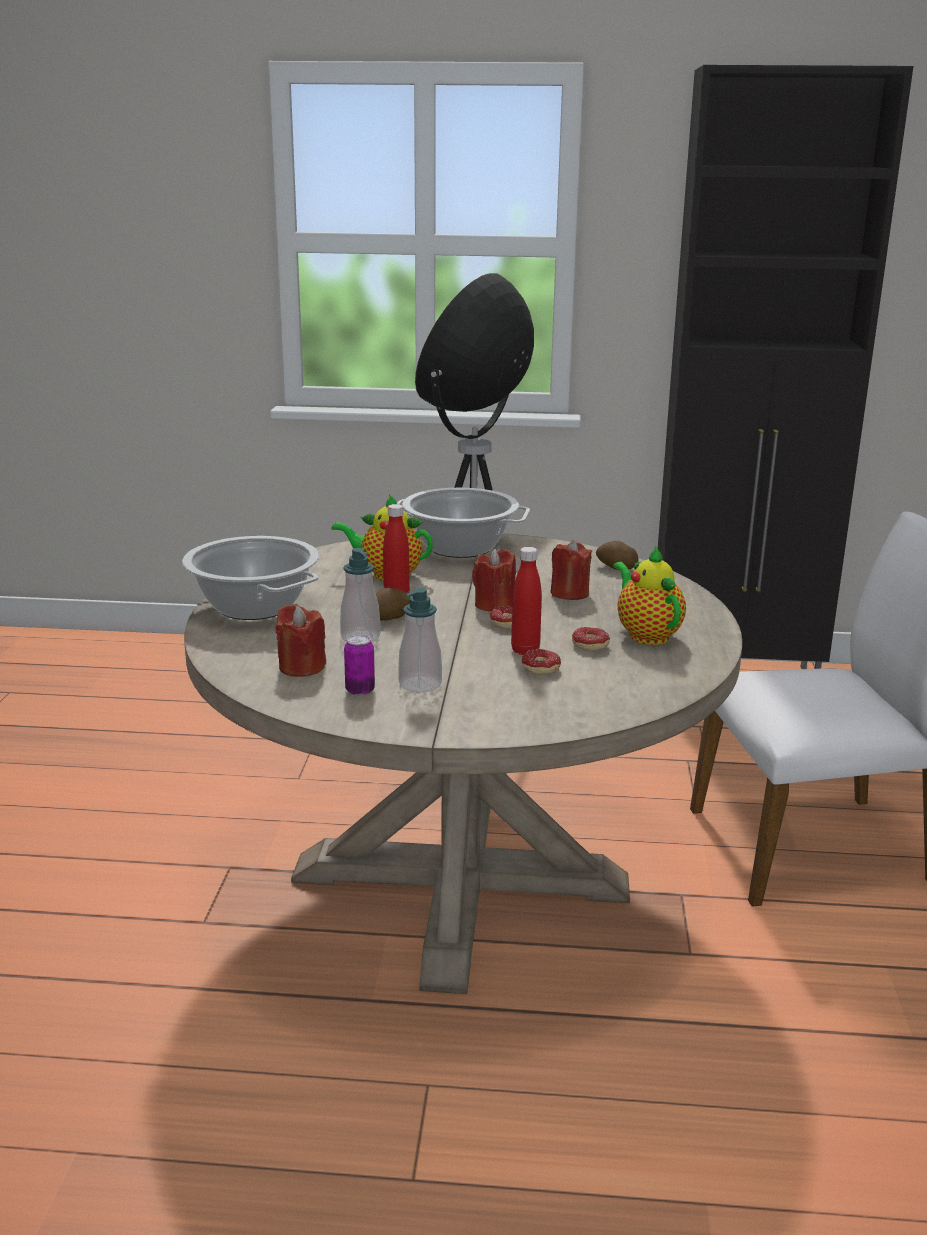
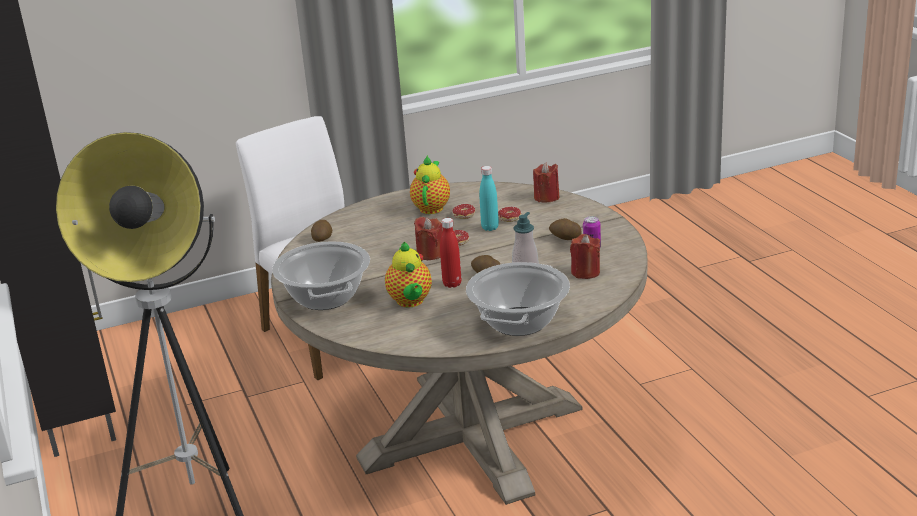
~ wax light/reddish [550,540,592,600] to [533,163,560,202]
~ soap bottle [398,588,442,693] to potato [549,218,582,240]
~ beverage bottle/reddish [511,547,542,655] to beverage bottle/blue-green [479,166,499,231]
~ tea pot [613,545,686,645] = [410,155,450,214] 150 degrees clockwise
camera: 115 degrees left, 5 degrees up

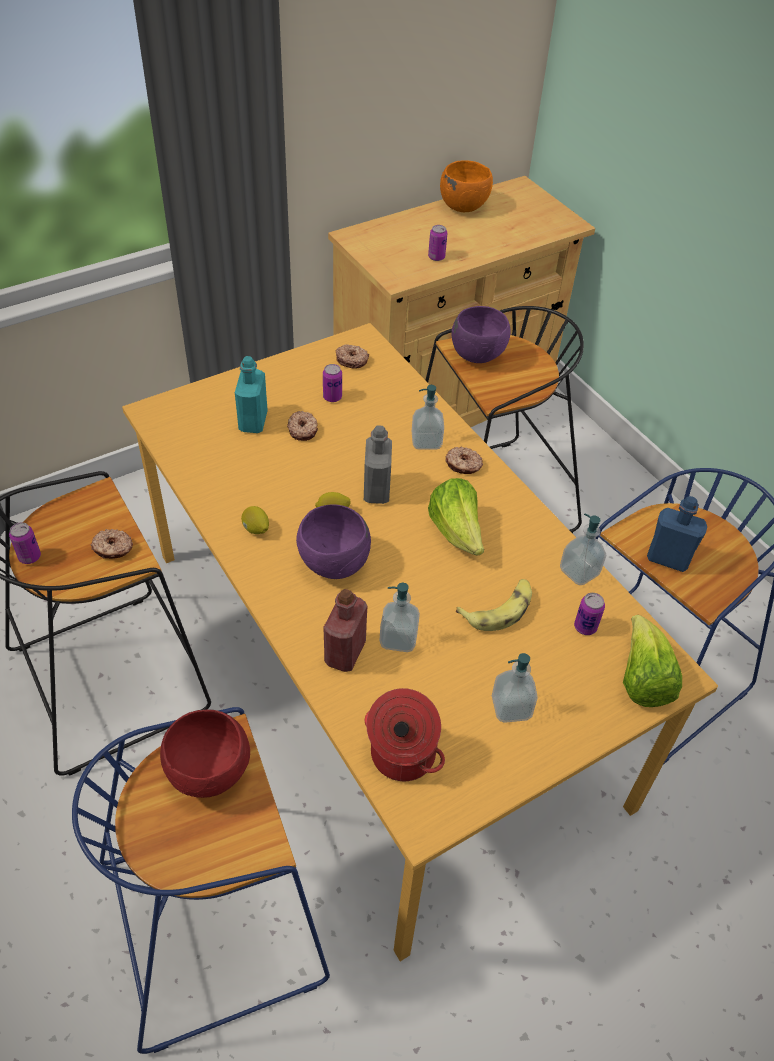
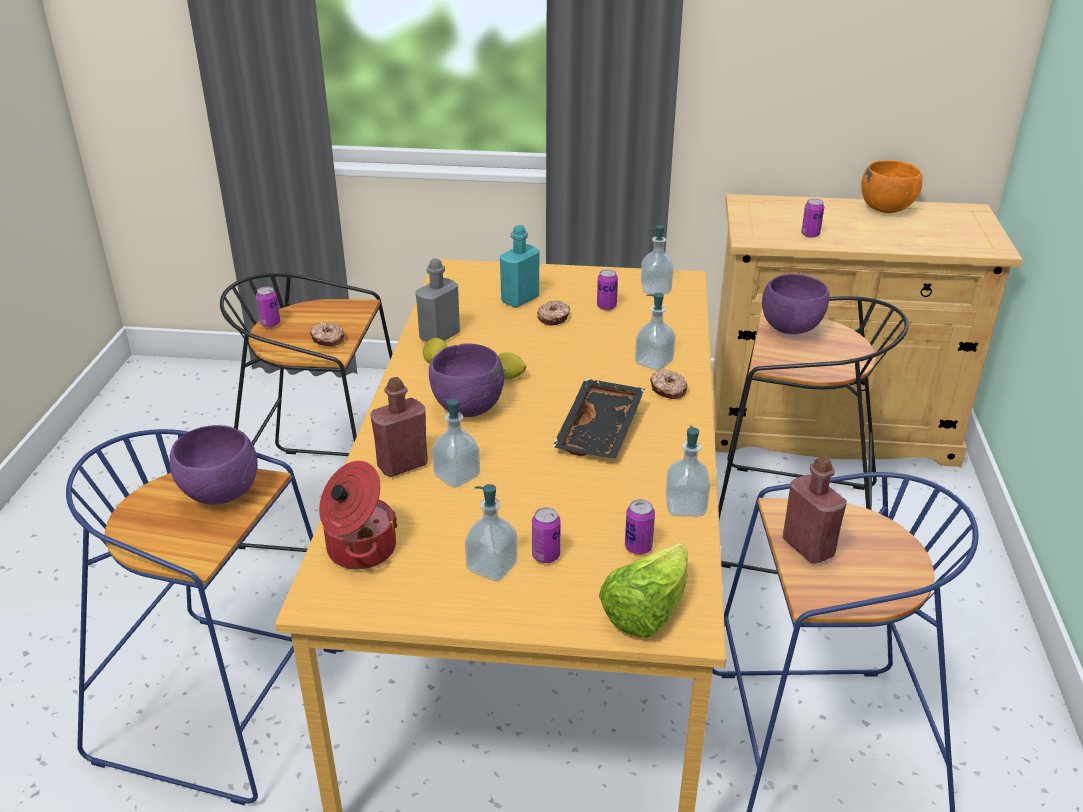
- whole banana [456,579,532,631]
+ can [532,507,561,563]
~ beverage bottle/gray [364,425,392,504] to [416,258,460,342]
~ doughnut [336,344,369,369] to soap bottle [641,225,673,294]
~ head of lettuce [428,478,484,556] to tray/blackish [552,379,645,458]
~ serving bowl/reddish [160,709,250,798] to serving bowl/purple [170,425,258,505]
~ beverage bottle/bluish [647,496,707,572] to beverage bottle/reddish [782,456,847,564]
camera: 40 degrees right, 15 degrees down

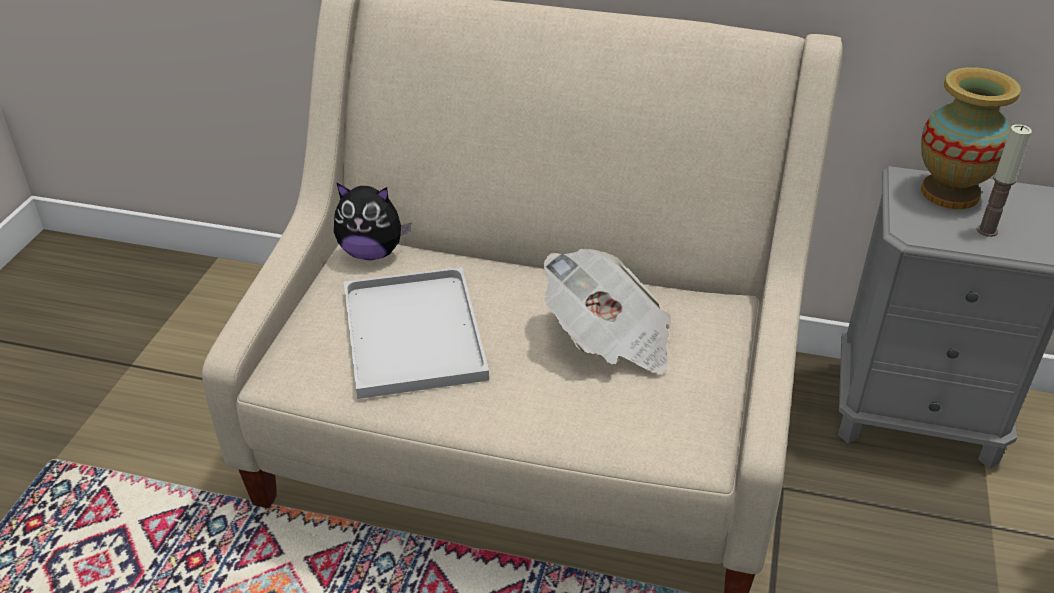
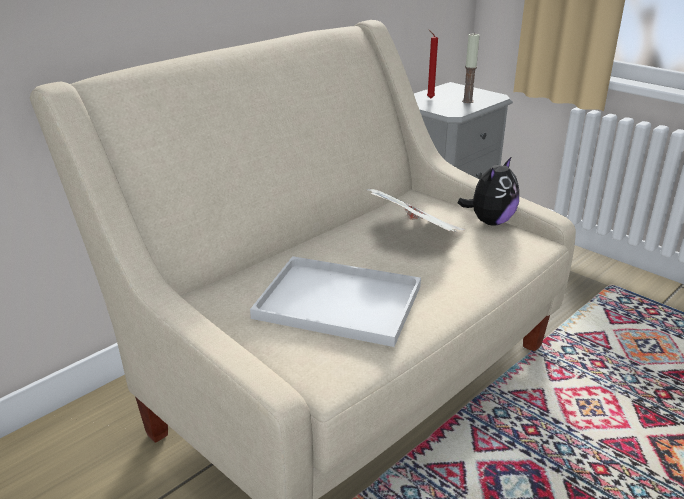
~ cuddly toy [334,183,412,260] to [458,156,519,226]
~ decorative vase [921,67,1021,209] to wax light/reddish [427,30,438,99]
camera: 60 degrees left, 10 degrees down

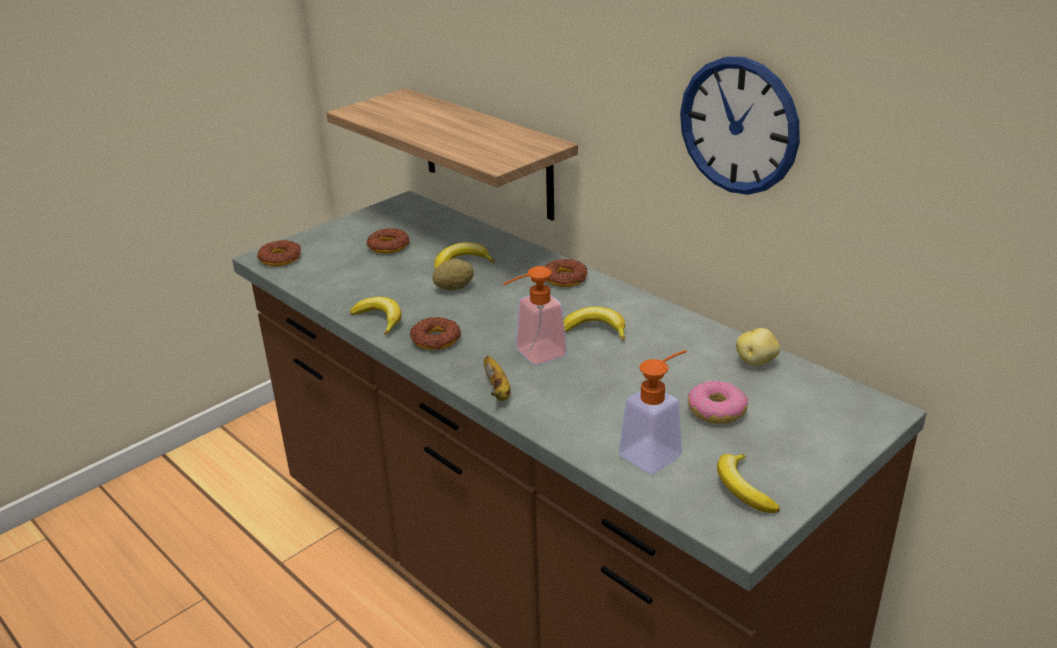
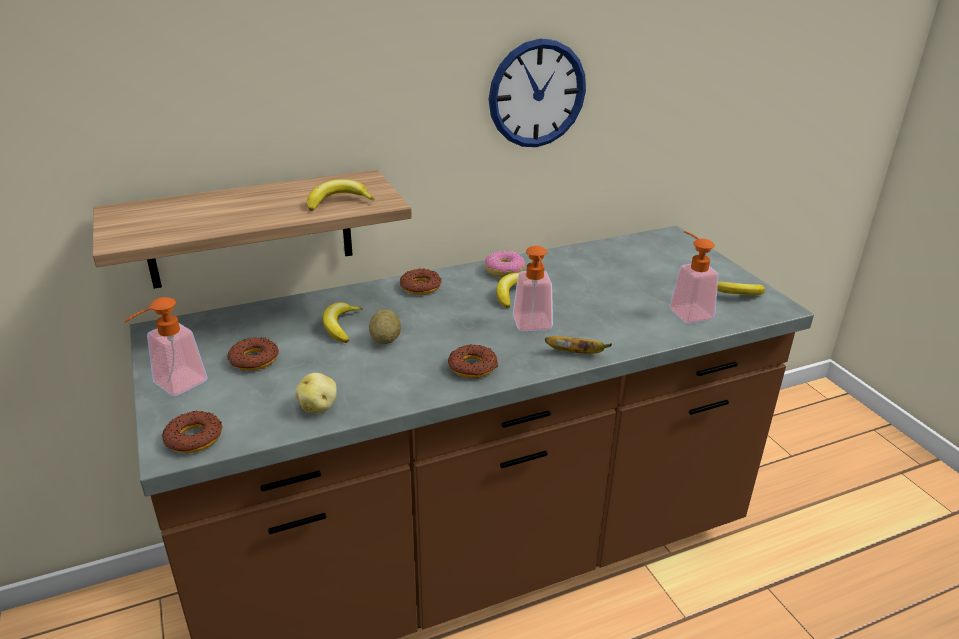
+ soap bottle [124,297,208,396]
~ whole banana [350,297,402,335] to [307,179,375,211]
~ doughnut [688,380,748,424] to [485,251,525,278]
~ potato [736,328,780,366] to [295,373,337,413]
camera: 70 degrees left, 0 degrees up

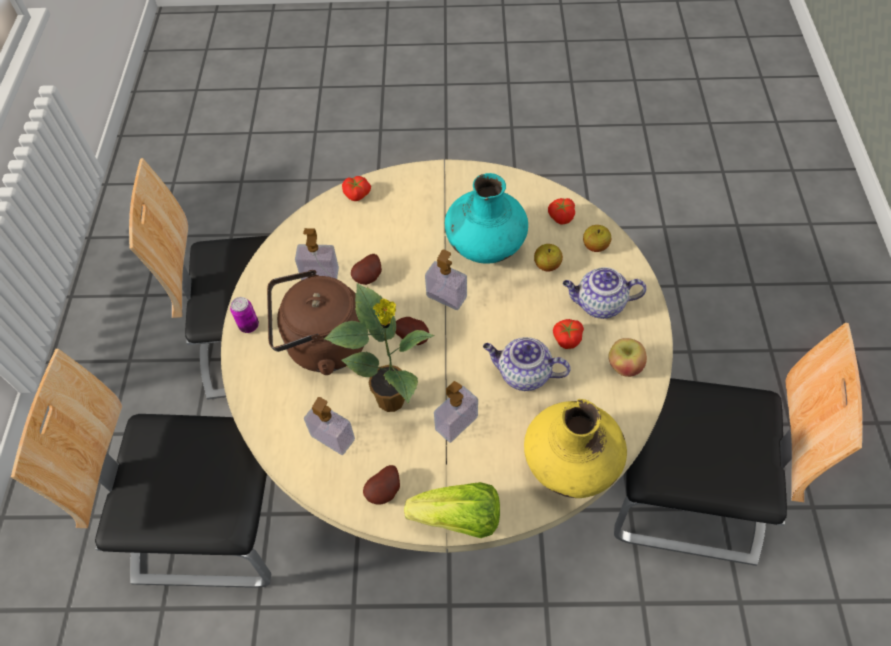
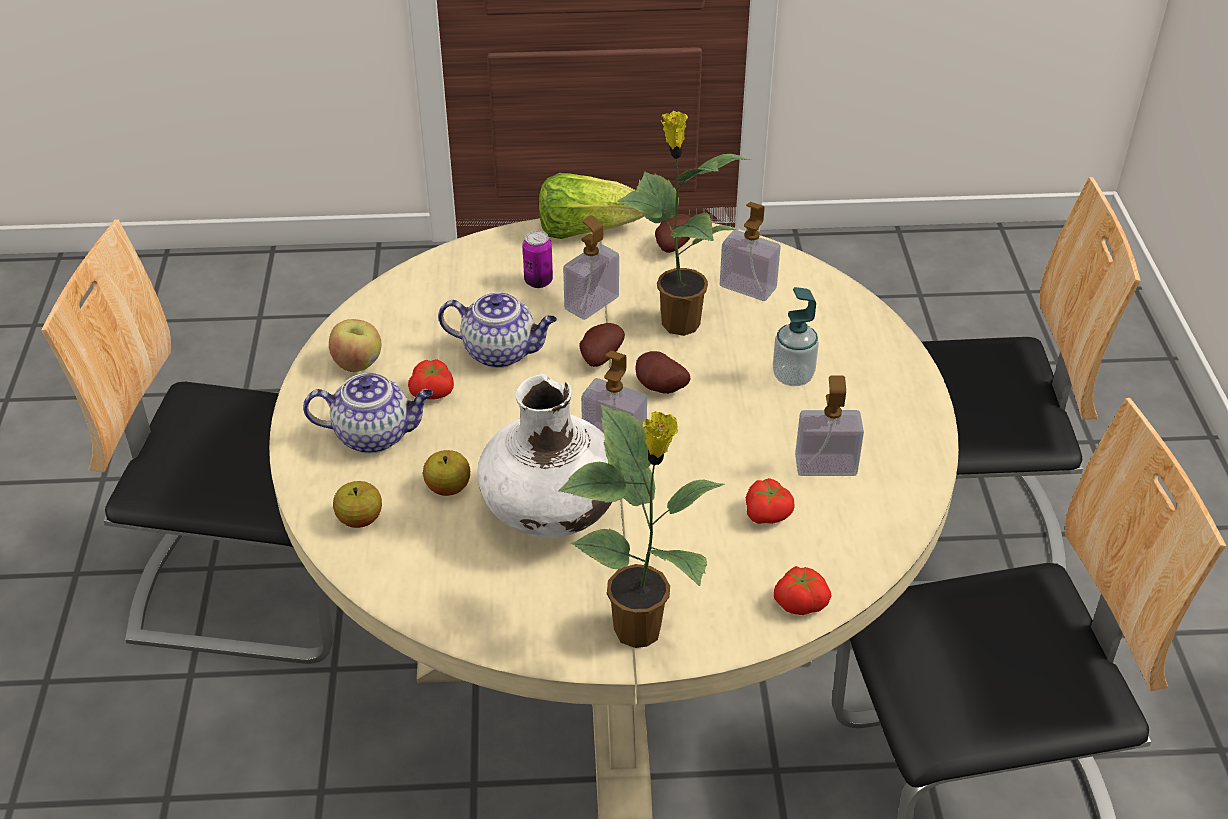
- decorative vase/yellowish [524,399,627,498]
+ plant in a pot [558,405,724,648]
~ can [230,297,259,333] to [522,230,553,288]
~ potato [351,254,382,285] to [579,323,625,367]
~ tomato [548,198,575,225] to [746,478,795,524]
~ tea kettle/brown-coloured [267,270,364,375] to soap bottle [773,287,819,386]
~ decorative vase/blue-green [445,173,528,264] to decorative vase/white [478,374,612,539]
camera: 175 degrees right, 15 degrees down

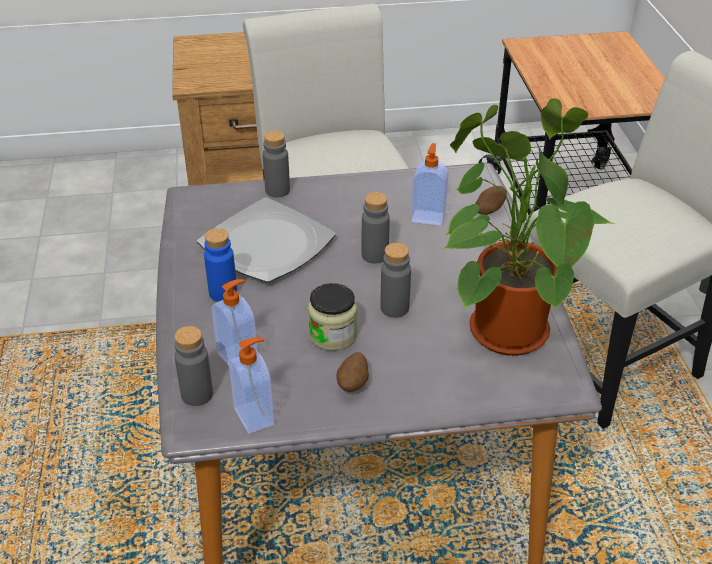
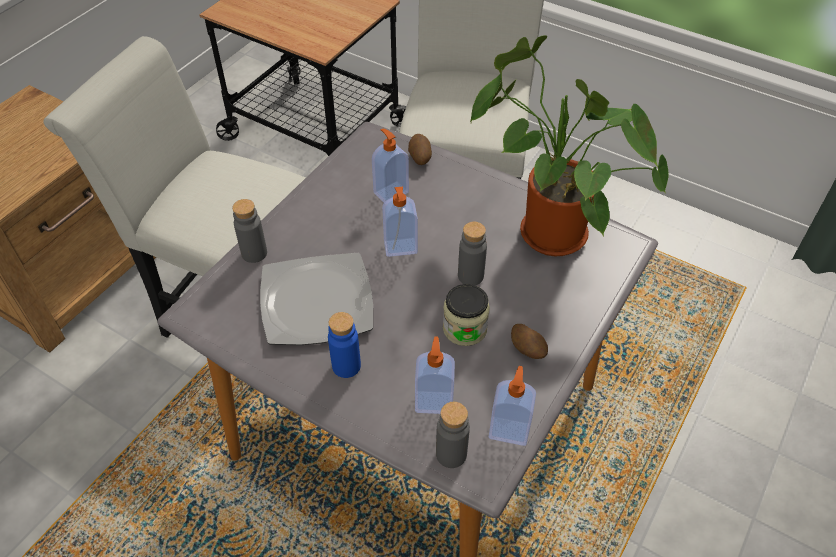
~ beverage bottle/gray [362,192,390,263] to soap bottle [382,187,418,257]
camera: 50 degrees left, 10 degrees up

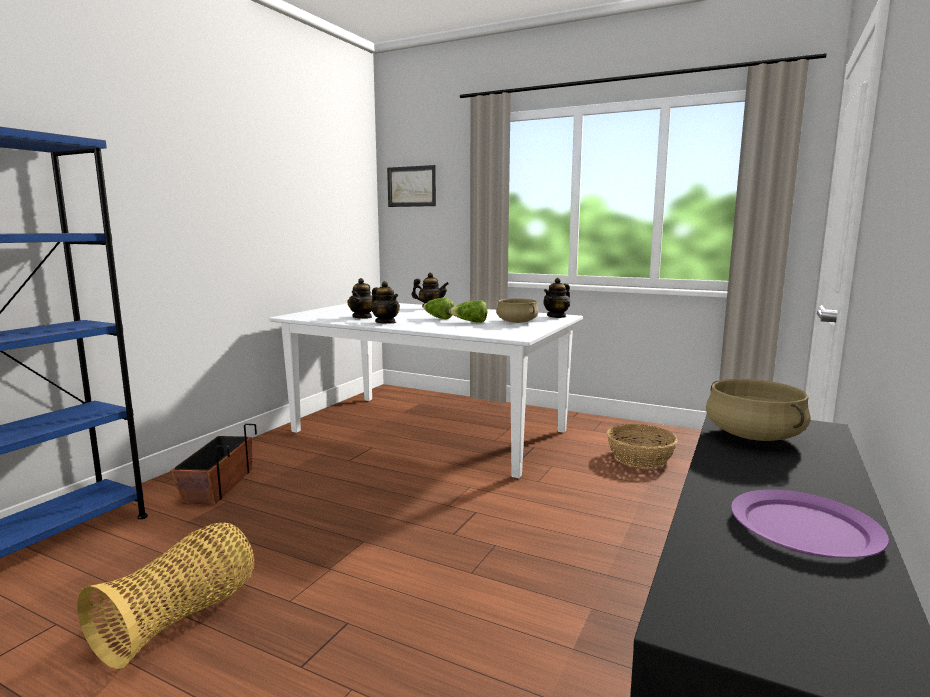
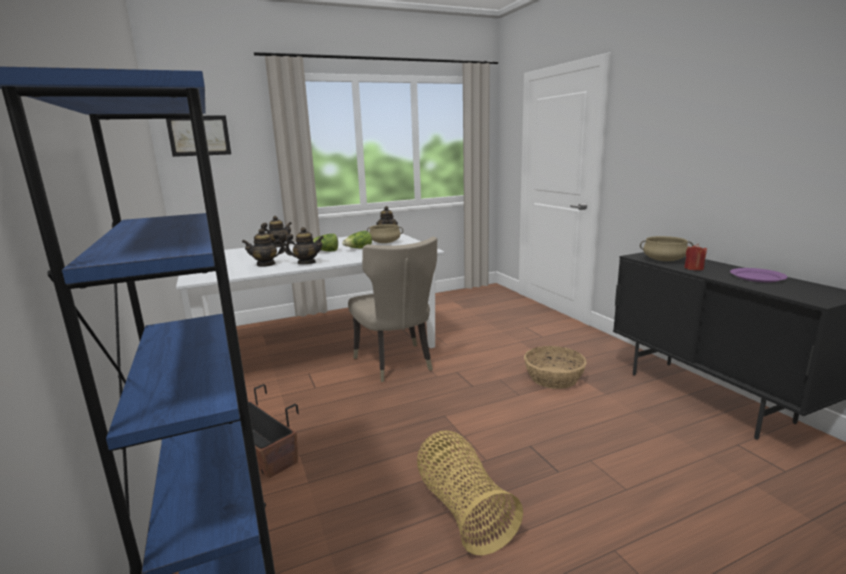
+ chair/beige [348,236,437,382]
+ wax light/reddish [684,244,707,271]
~ storage basket [607,424,678,469] to [524,346,587,389]
~ tea pot [347,278,372,319] = [242,228,285,267] 105 degrees clockwise
camera: 50 degrees left, 5 degrees up

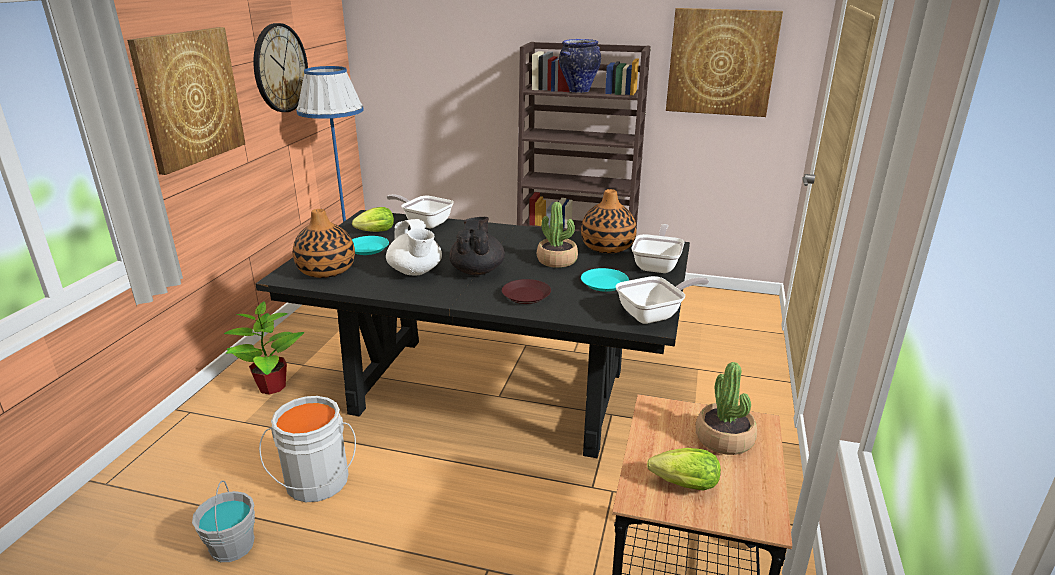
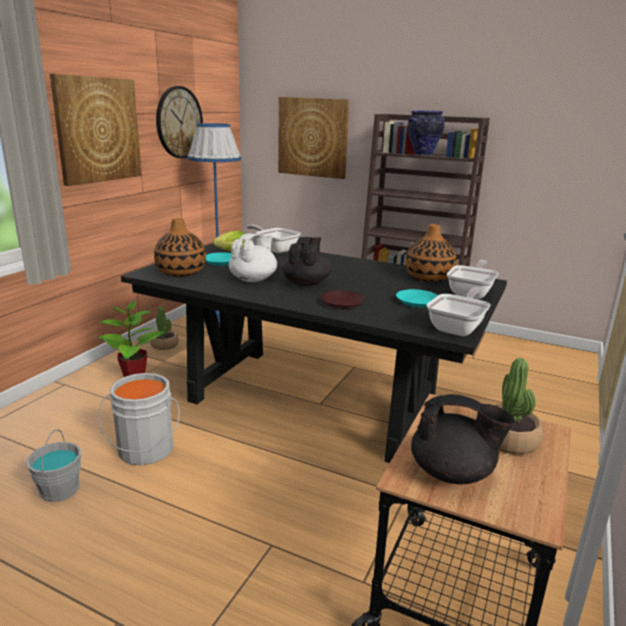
~ plant in a pot [537,202,578,268] to [150,306,179,350]
~ picture [666,8,783,117] to [278,97,350,179]
~ head of lettuce [647,448,721,491] to tea pot/blackish [411,394,515,484]
~ tea pot/white [386,219,442,275] = [229,234,277,282] 135 degrees counterclockwise
~ frying pan [616,276,709,324] = [427,287,490,336] 45 degrees counterclockwise
camera: 10 degrees right, 5 degrees down

